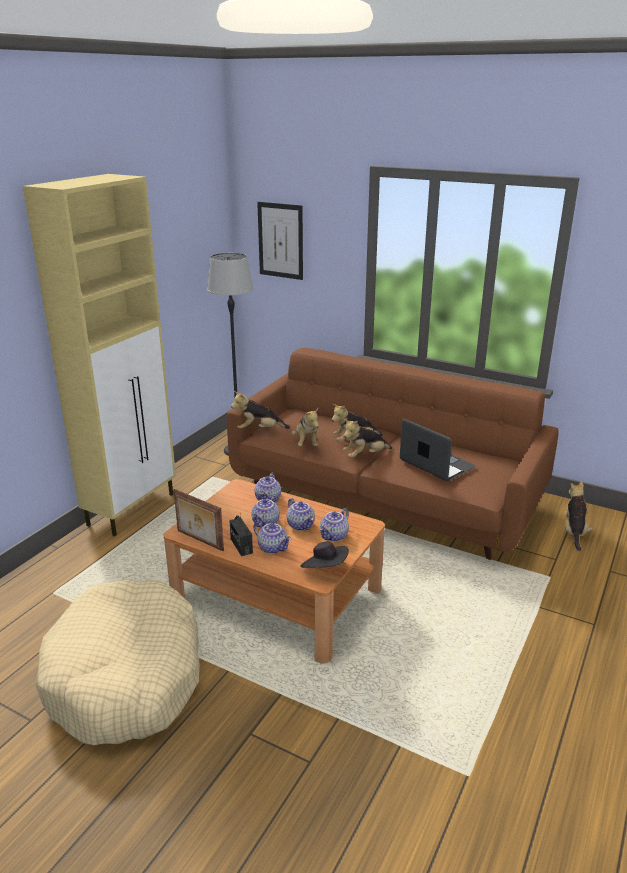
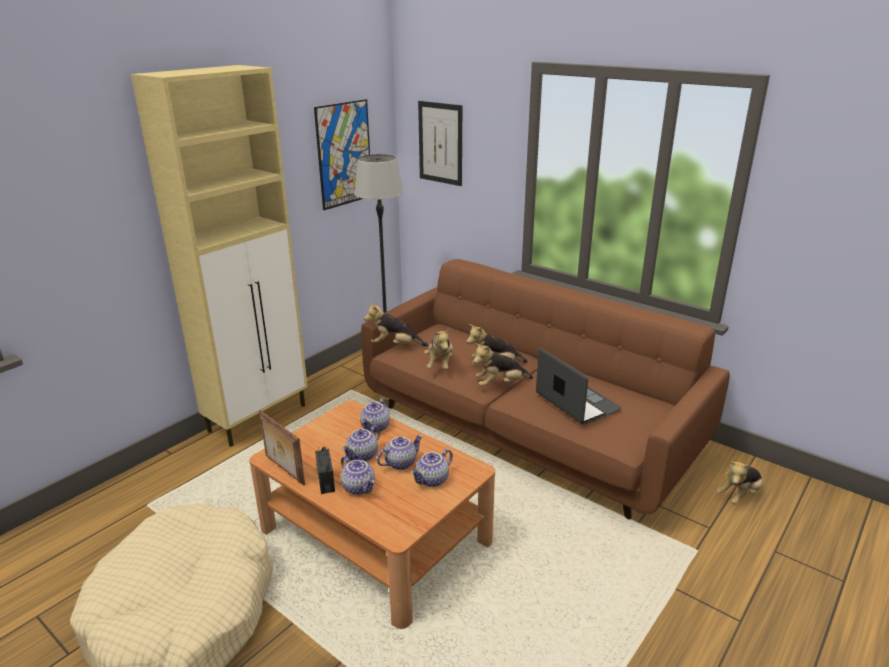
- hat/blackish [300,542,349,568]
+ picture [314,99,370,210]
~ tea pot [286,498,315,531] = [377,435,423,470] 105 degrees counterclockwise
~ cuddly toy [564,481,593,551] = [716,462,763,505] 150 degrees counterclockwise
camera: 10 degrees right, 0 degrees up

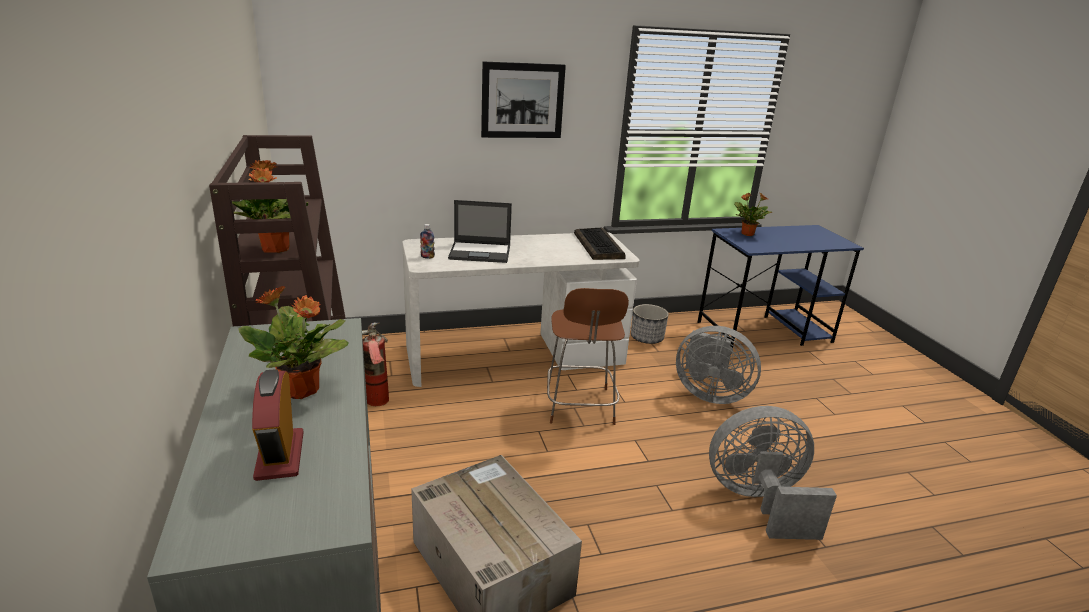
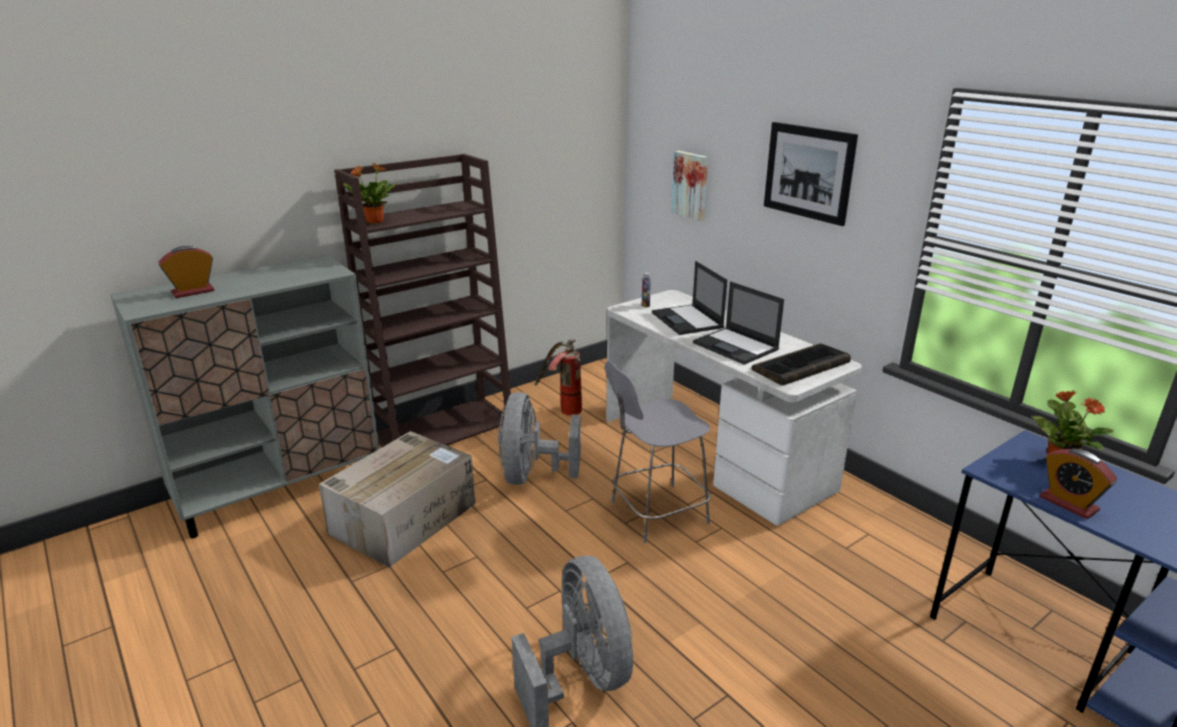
- plant in a pot [238,286,349,399]
- flower pot [631,304,669,344]
+ picture [672,151,708,221]
+ laptop [693,281,784,365]
+ bedside clock [1040,448,1117,519]
~ cooling fan/gray [676,326,761,404] to [498,392,581,485]
~ sitting stool/brown-coloured [547,288,629,425] to sitting stool/gray [605,361,711,543]
camera: 70 degrees right, 0 degrees up

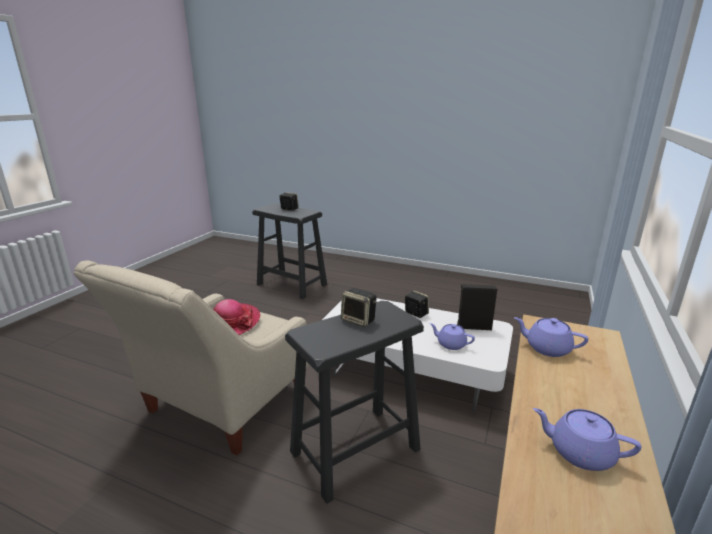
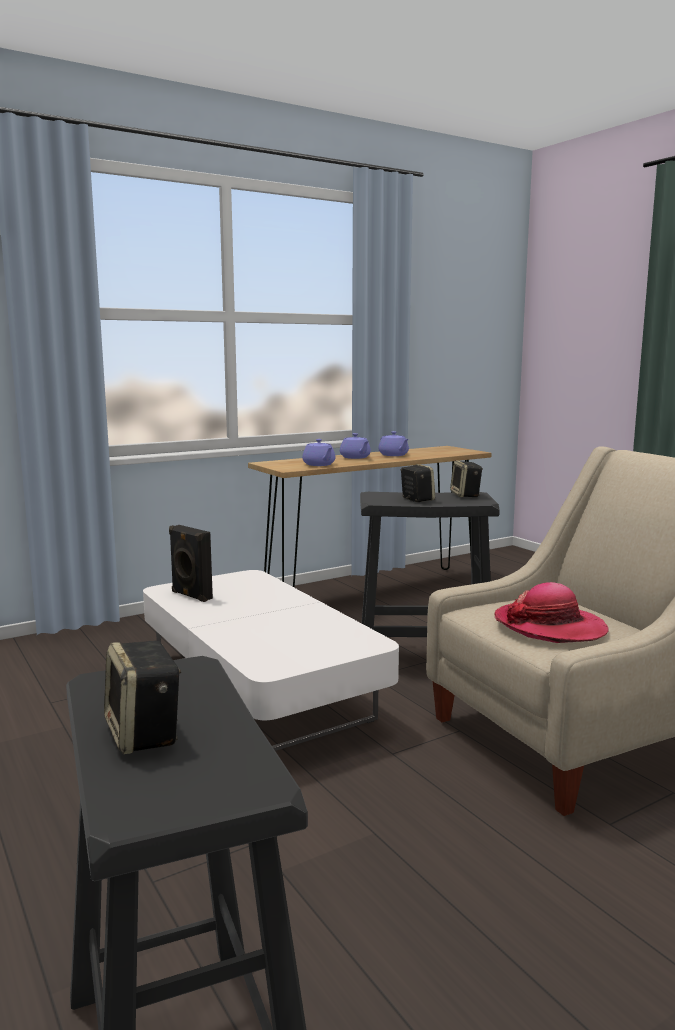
~ audio speaker [405,290,429,318] to [450,460,483,497]
~ tea pot/purple [430,323,475,350] to [340,433,371,459]
camera: 145 degrees left, 10 degrees down

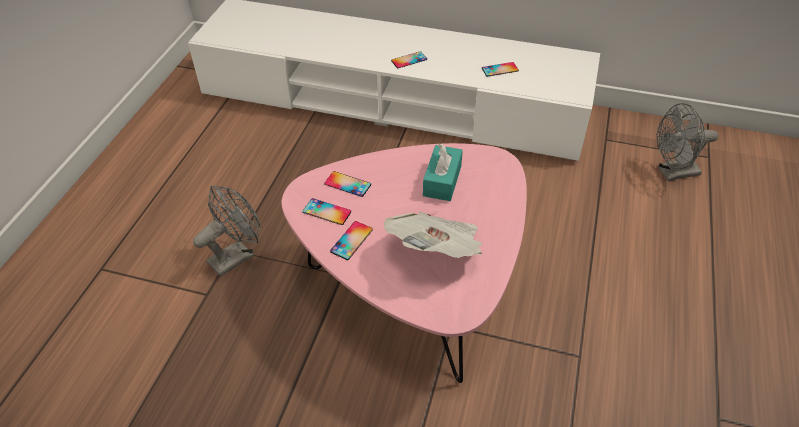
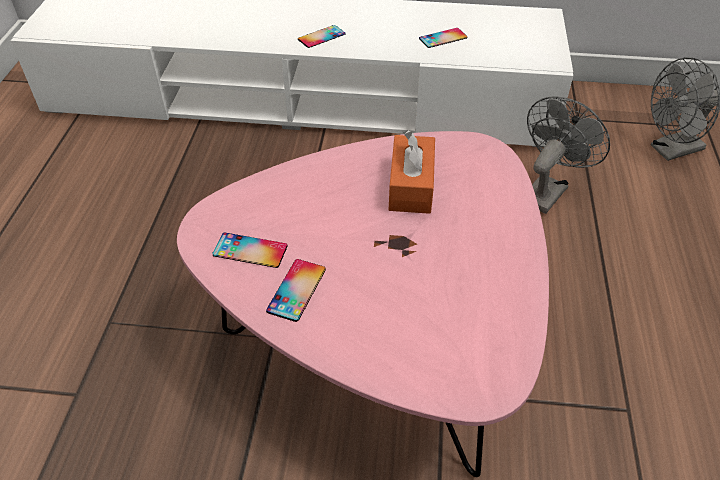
- phone [324,171,371,197]
- newspaper [384,212,482,258]
~ cooling fan/gray [193,185,260,277] to [527,96,610,214]
~ box of tissues/blue-green [423,144,463,201] to box of tissues/orange-coloured [389,130,435,214]
camera: 10 degrees left, 0 degrees up

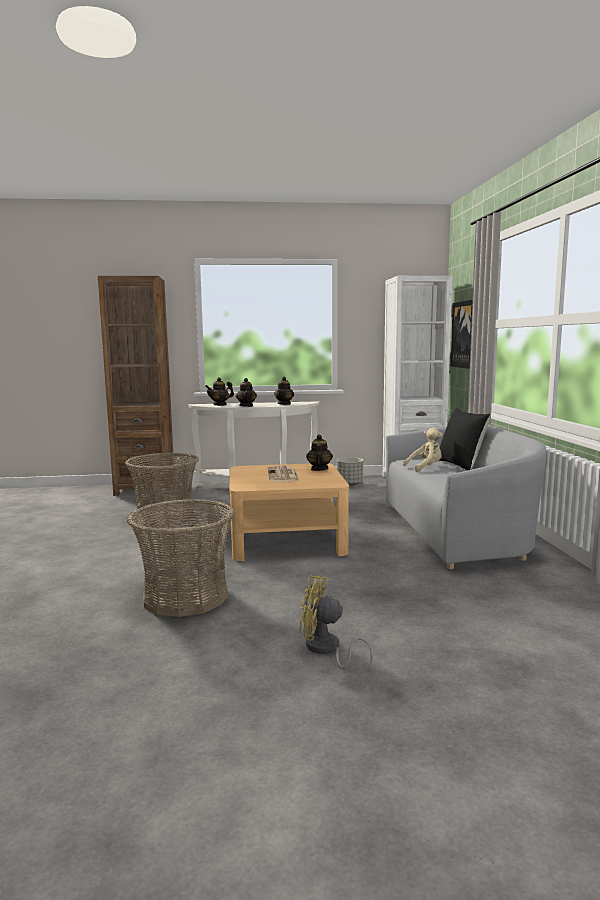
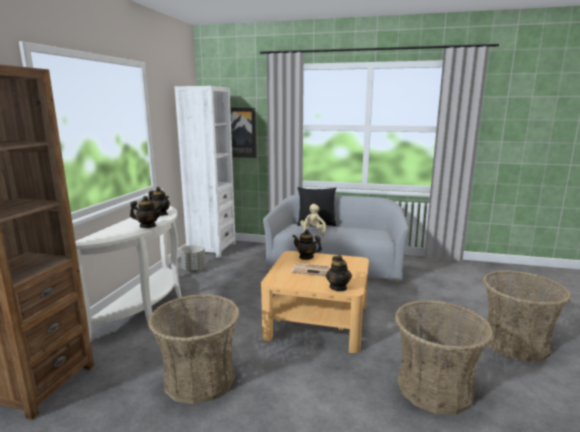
~ tea pot [205,377,234,406] to [326,255,352,291]
~ cooling fan/yellowish [300,575,373,671] to storage basket [483,270,572,362]
camera: 70 degrees left, 5 degrees up

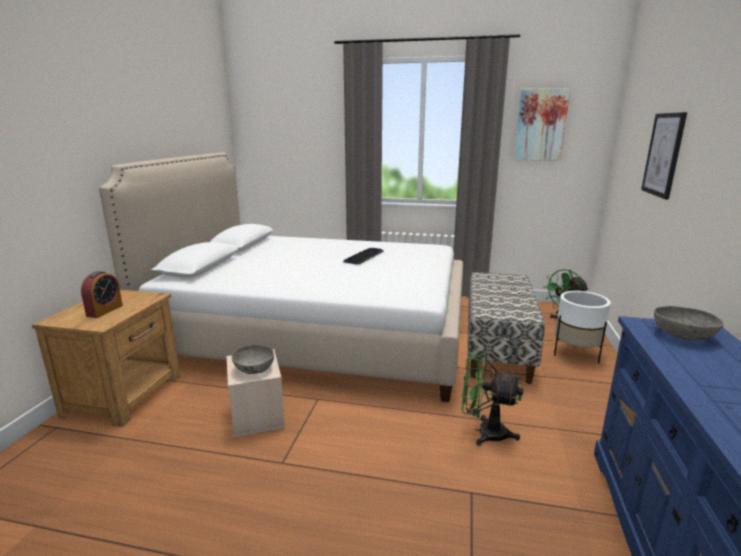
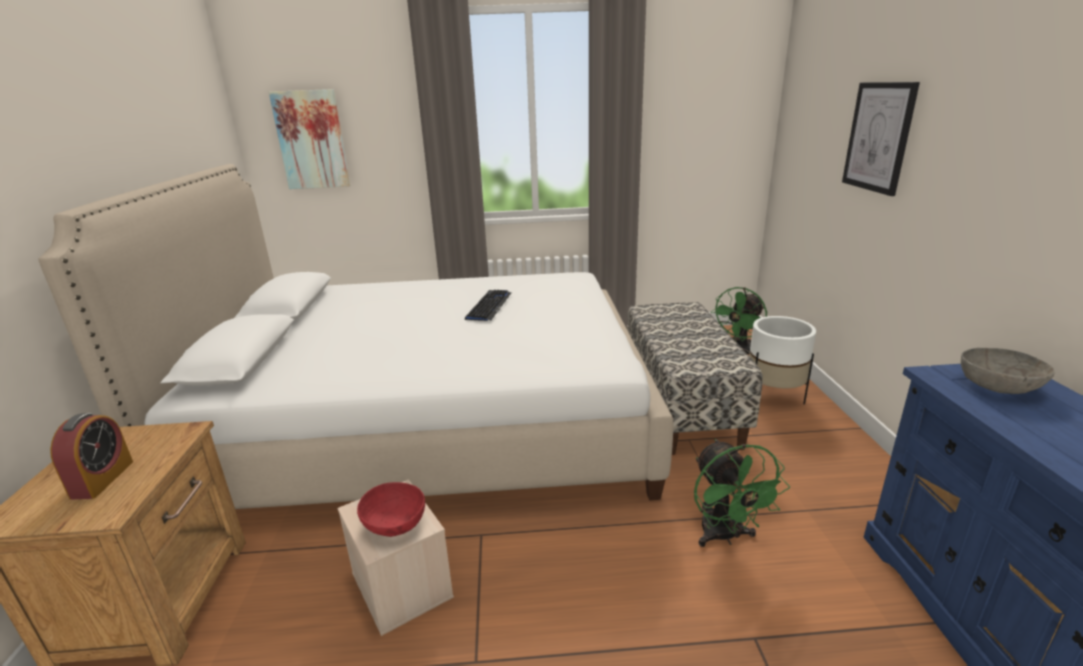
~ picture [514,88,570,161] to [269,89,350,189]
~ serving bowl/gray [232,345,274,374] to serving bowl/reddish [357,482,425,537]
~ cooling fan/green [461,350,524,446] = [694,439,790,547] 105 degrees counterclockwise
camera: 15 degrees left, 5 degrees up

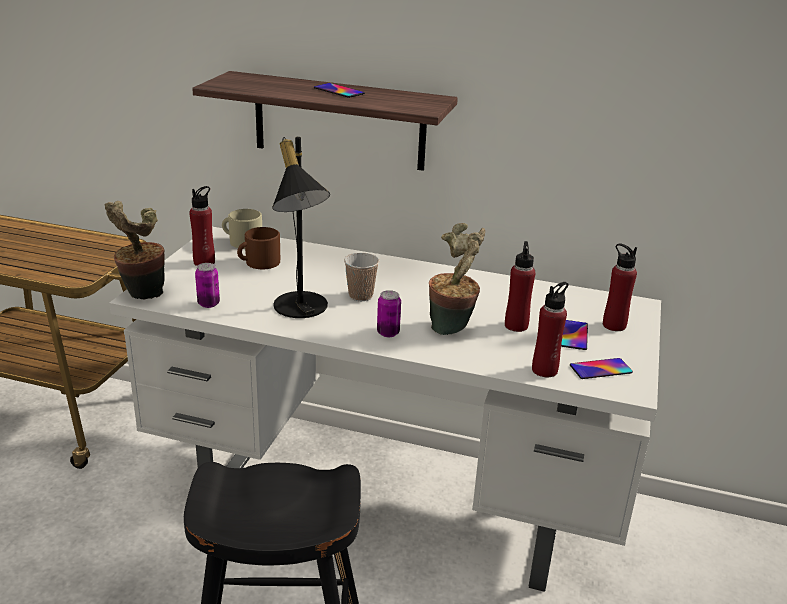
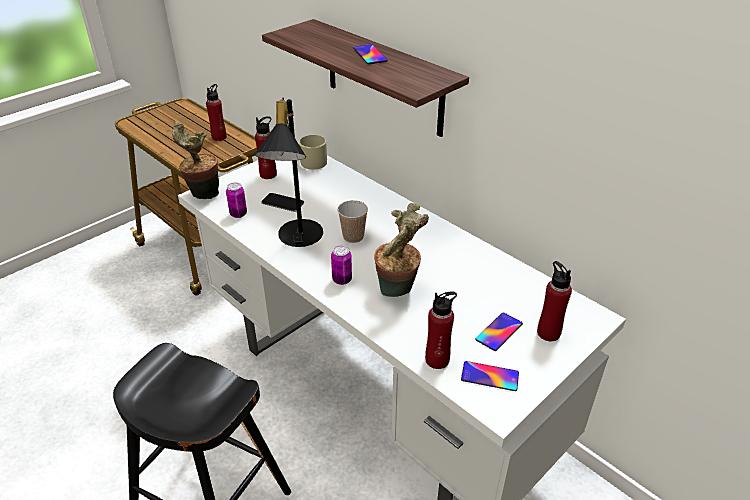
- tea mug/brown-coloured [237,227,280,269]
+ phone [262,193,304,212]
~ beverage bottle/reddish [505,241,536,332] to [206,84,227,141]
camera: 30 degrees right, 10 degrees up

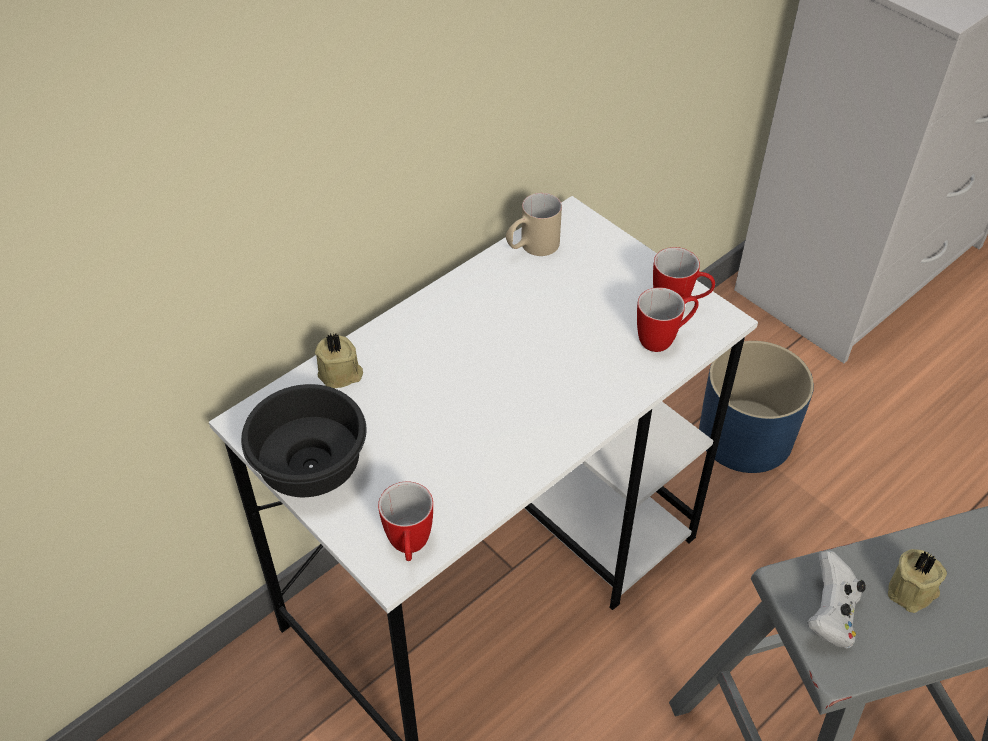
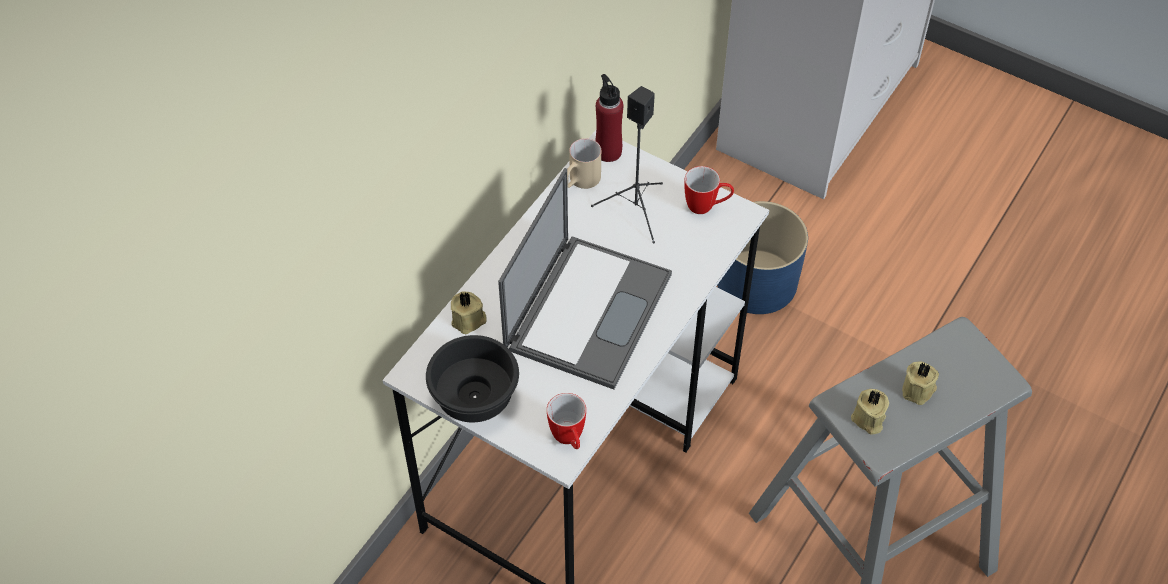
- tea mug [637,287,699,352]
+ laptop [498,168,672,390]
+ audio speaker/blackish [591,86,663,243]
+ beverage bottle/reddish [595,74,623,162]
~ joypad/white [807,551,866,649] to wax light/beige [851,389,889,435]
camera: 15 degrees left, 5 degrees up

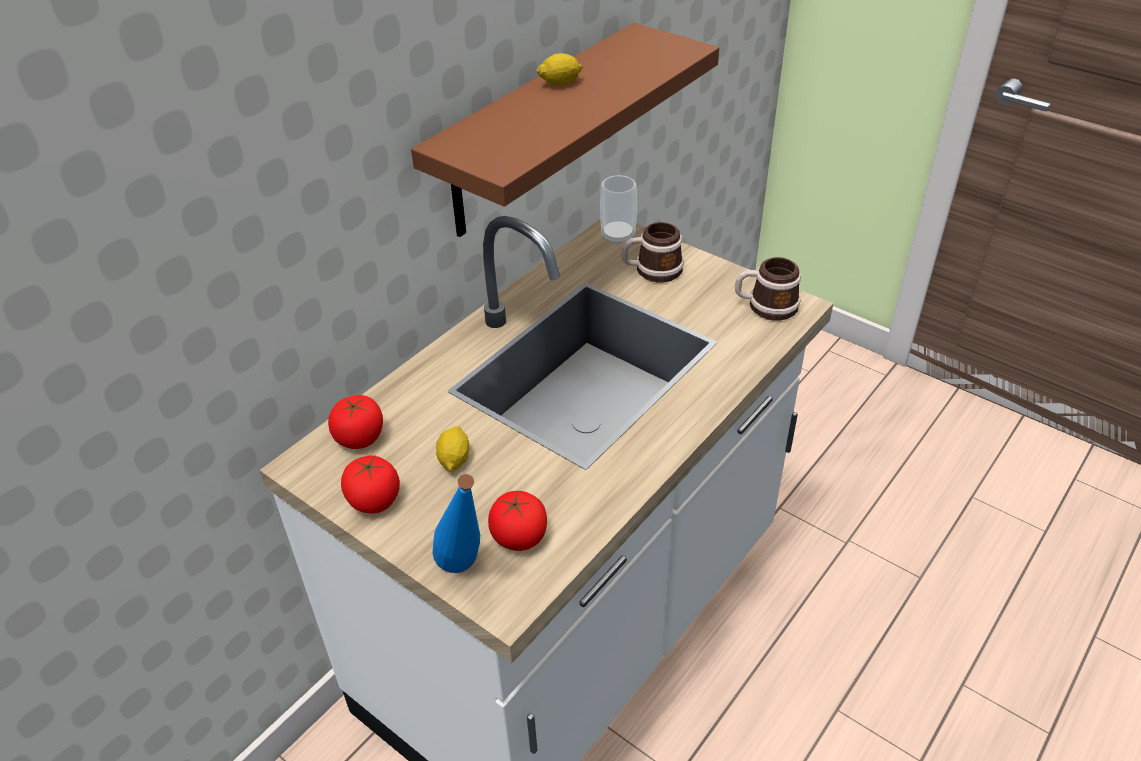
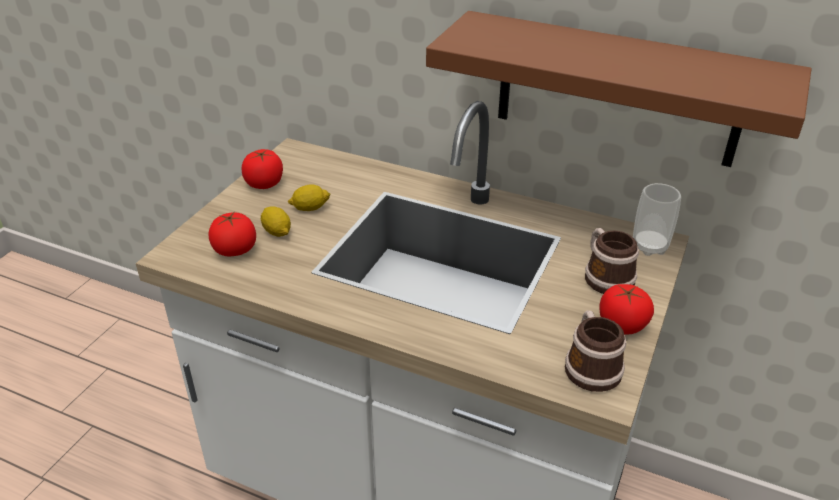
- beverage bottle/bluish [432,474,480,573]
~ tomato [328,395,383,449] to [599,284,654,335]
~ whole lemon [536,53,583,85] to [261,206,291,237]
camera: 75 degrees right, 5 degrees down

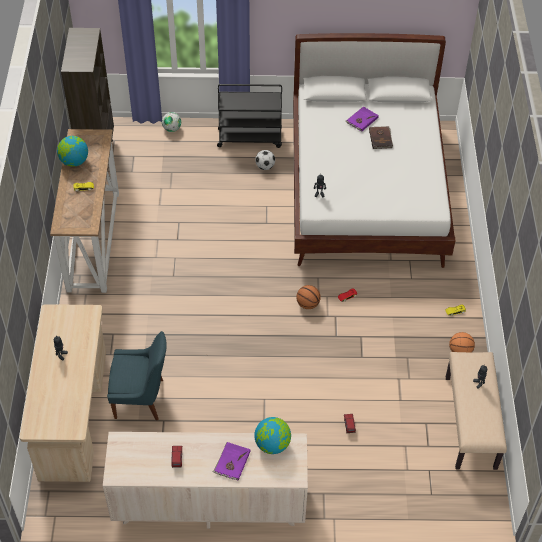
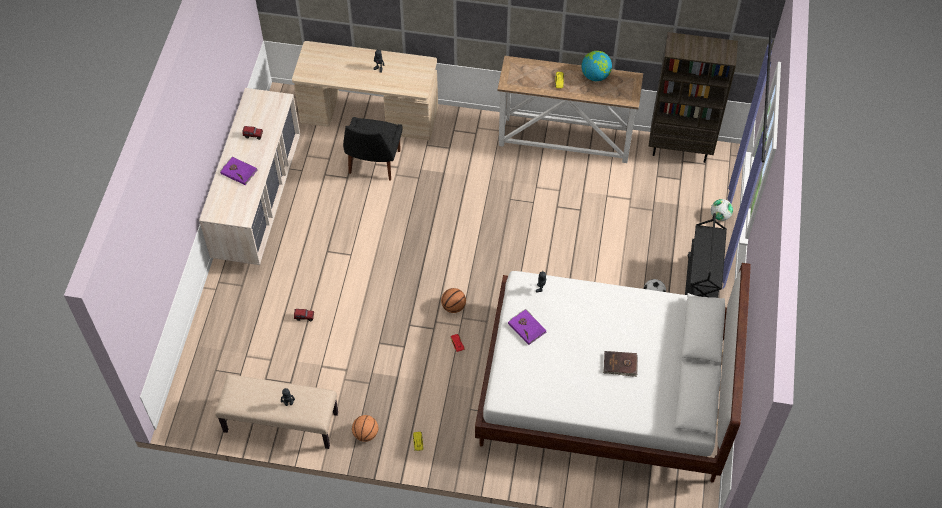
- globe [254,417,291,454]
~ book/purple [345,106,379,132] to [508,309,547,345]
~ chair/bluish [107,331,167,421] to chair/blackish [343,117,403,181]
camera: 100 degrees right, 5 degrees up

